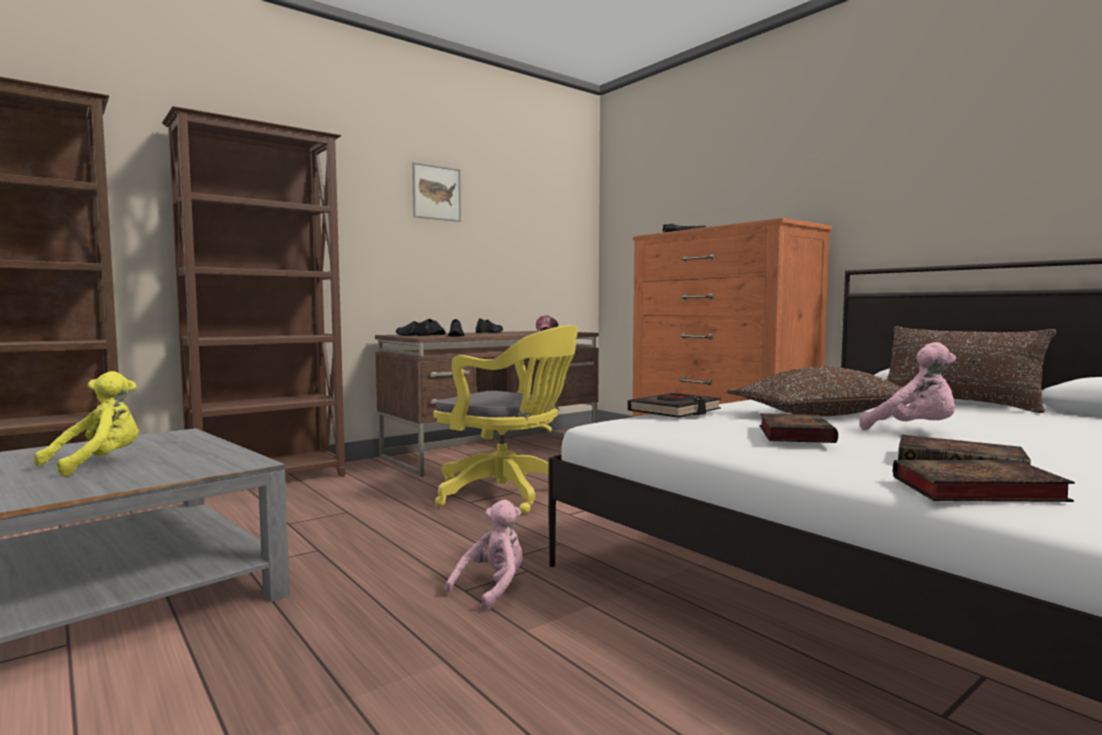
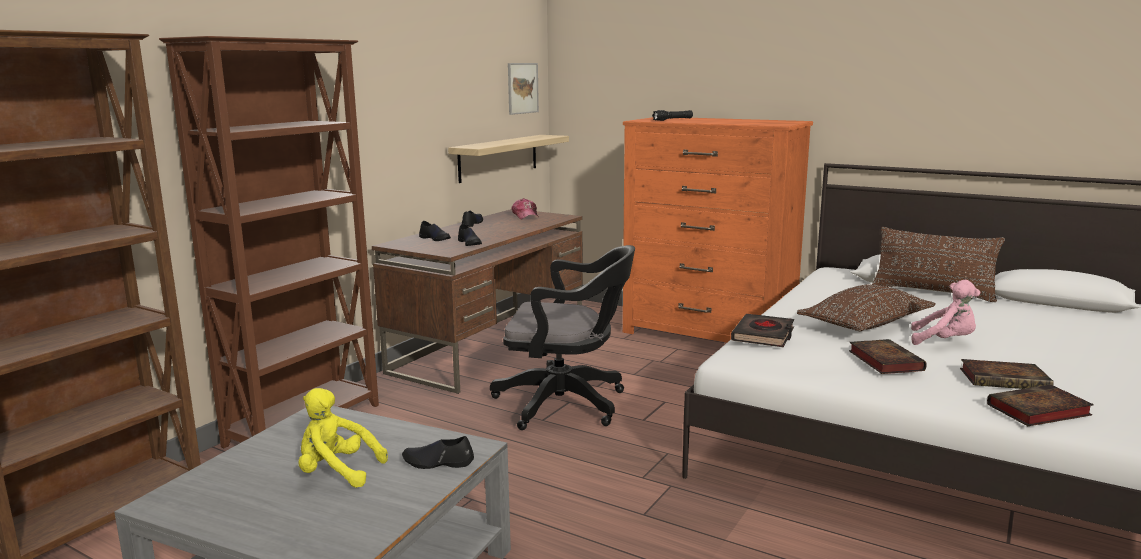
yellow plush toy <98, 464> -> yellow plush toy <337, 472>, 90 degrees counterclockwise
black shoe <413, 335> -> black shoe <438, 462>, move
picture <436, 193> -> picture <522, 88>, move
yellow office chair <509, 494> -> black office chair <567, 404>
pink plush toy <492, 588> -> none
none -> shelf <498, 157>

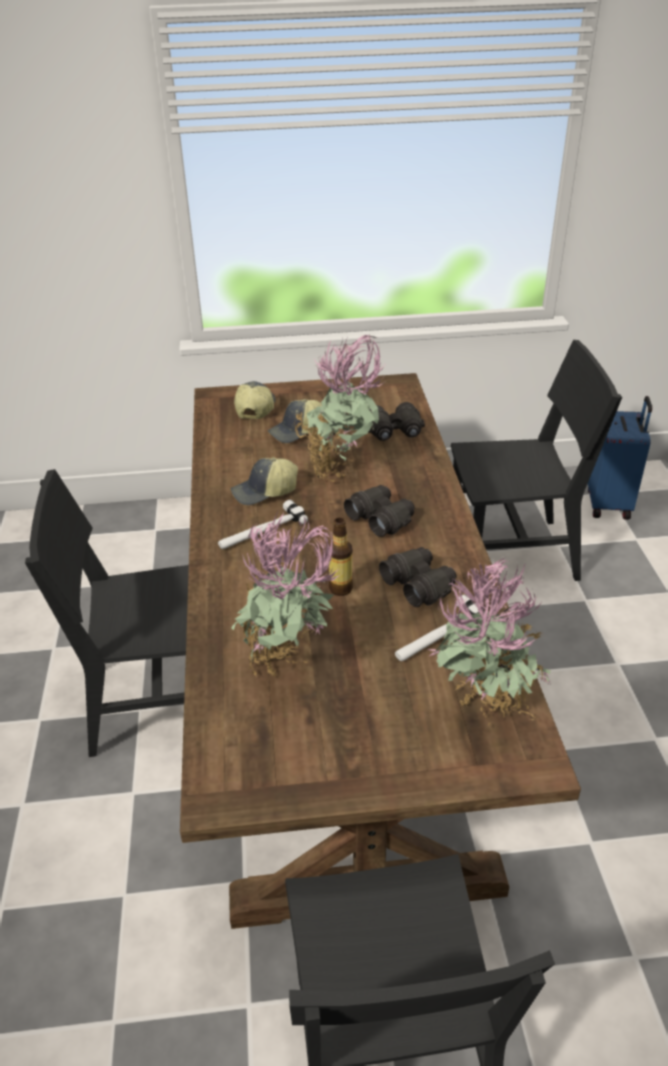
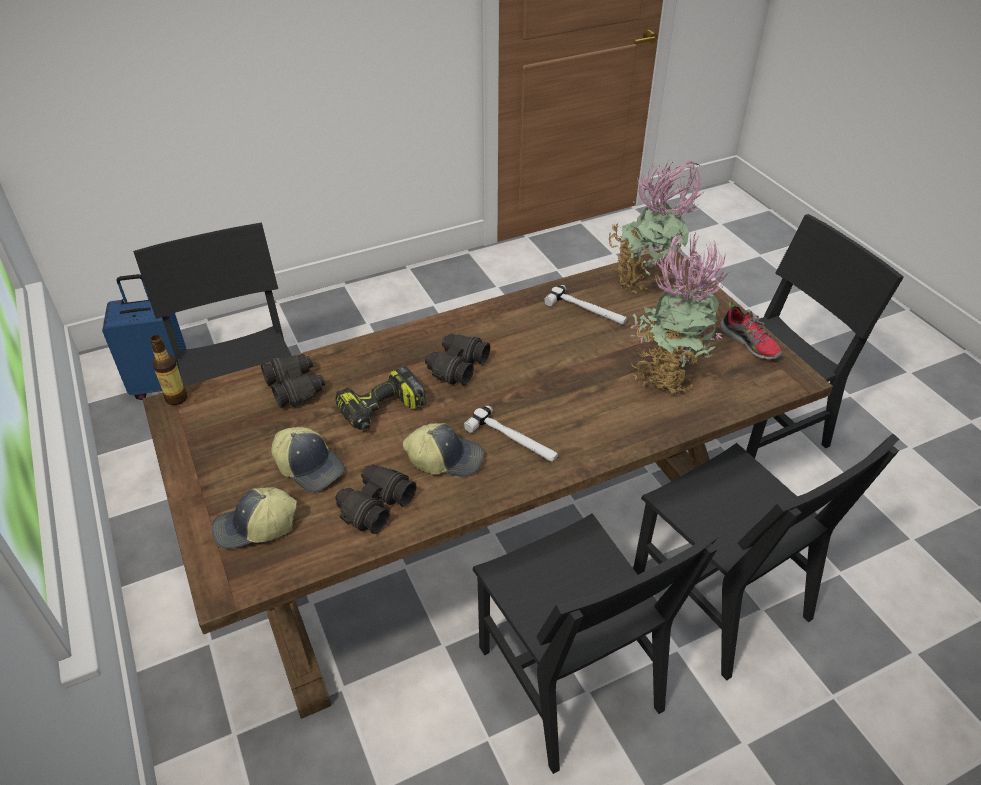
cap <265, 492> -> cap <445, 458>, 45 degrees counterclockwise
potted plant <341, 469> -> power drill <382, 411>
bottle <340, 588> -> bottle <176, 398>, move
black binoculars <418, 584> -> black binoculars <374, 505>, move
none -> black chair <720, 598>
none -> shoe <750, 343>

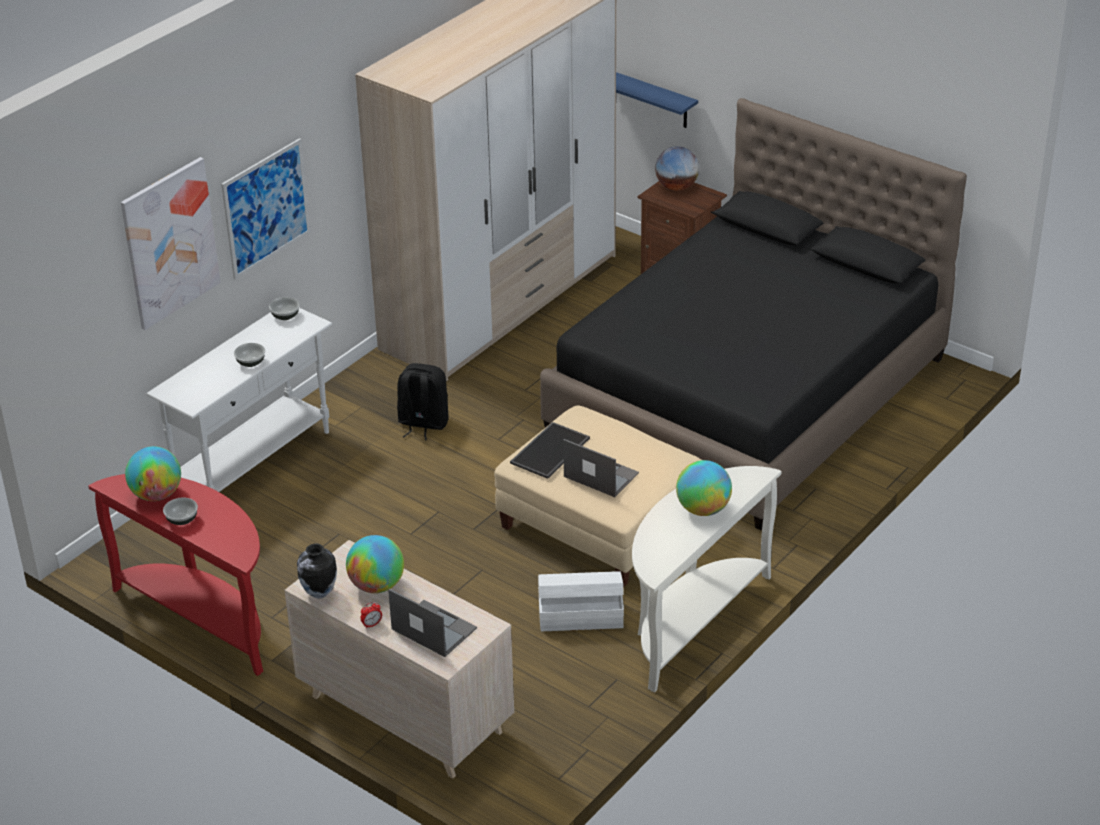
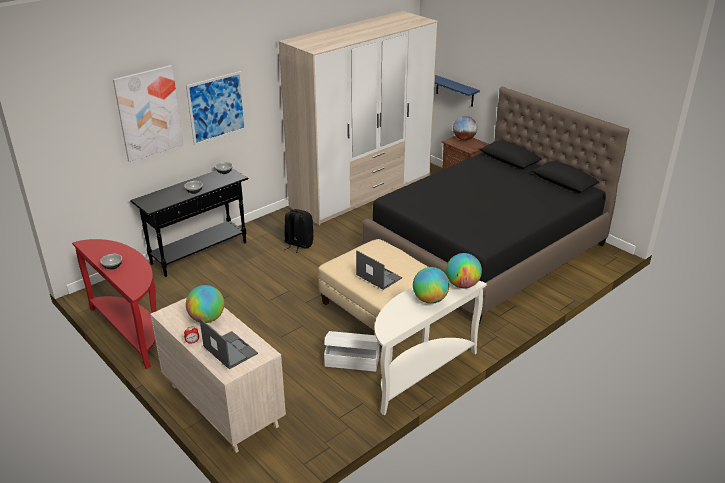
globe <156, 495> -> globe <462, 285>, move
white console table <254, 462> -> black console table <200, 253>
vase <319, 593> -> none
tray <550, 451> -> none

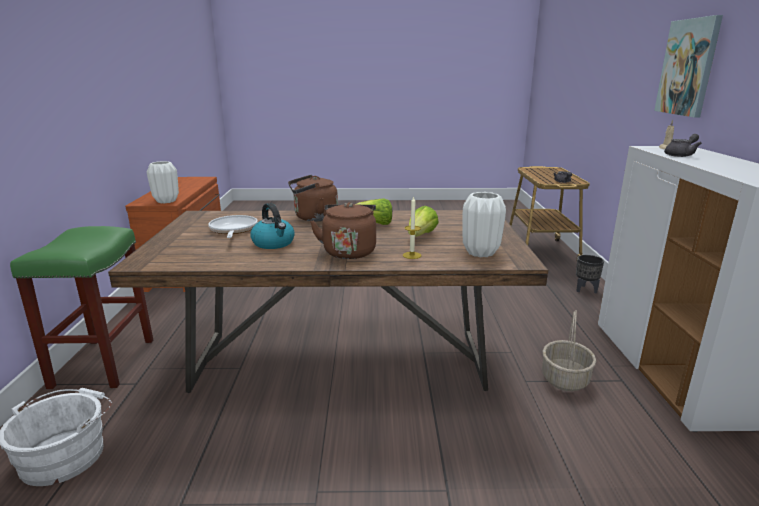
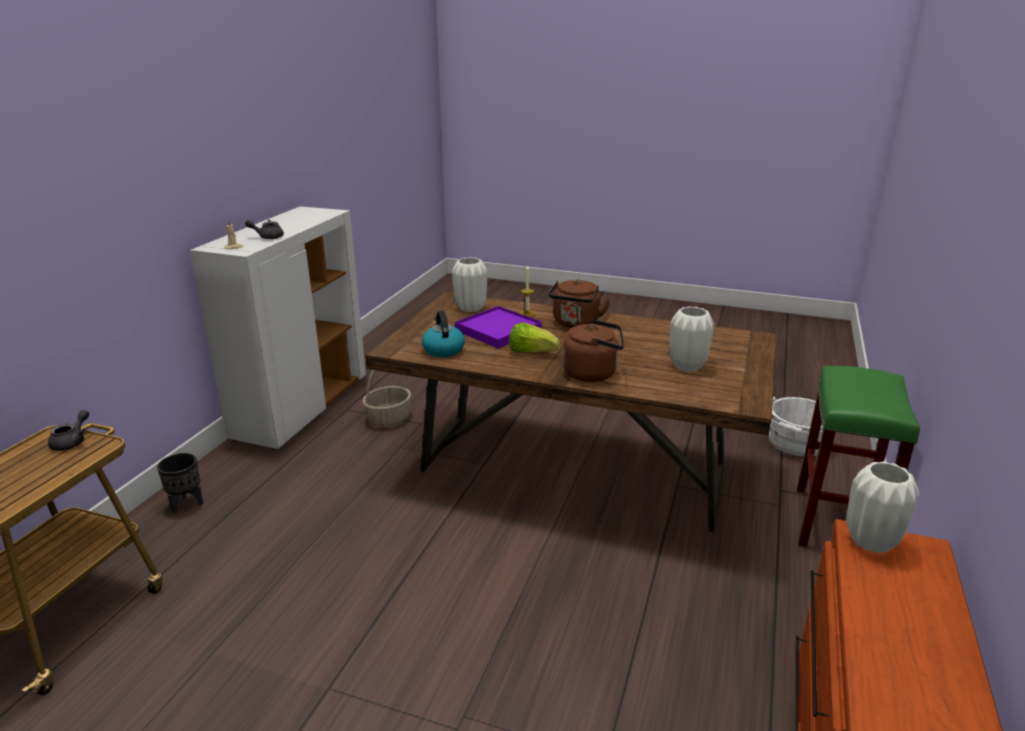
frying pan <233, 230> -> white vase <687, 366>
kettle <274, 243> -> kettle <443, 349>, move
lettuce <421, 236> -> purple tray <498, 330>
picture <688, 67> -> none

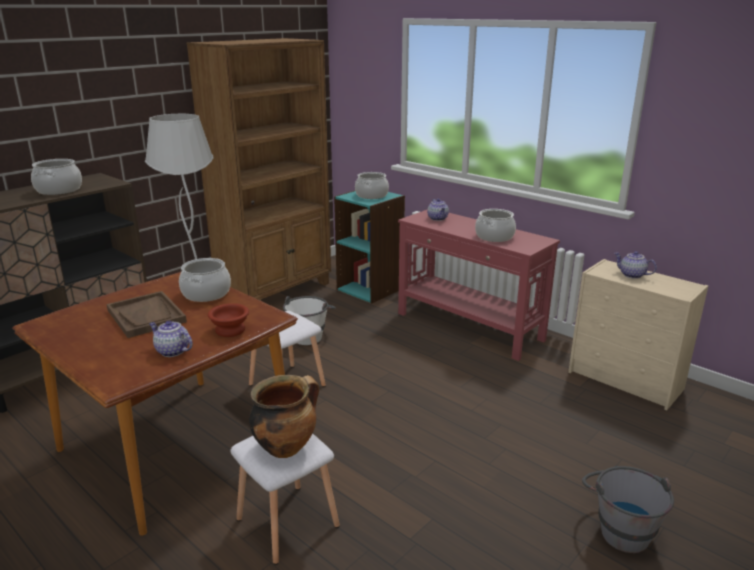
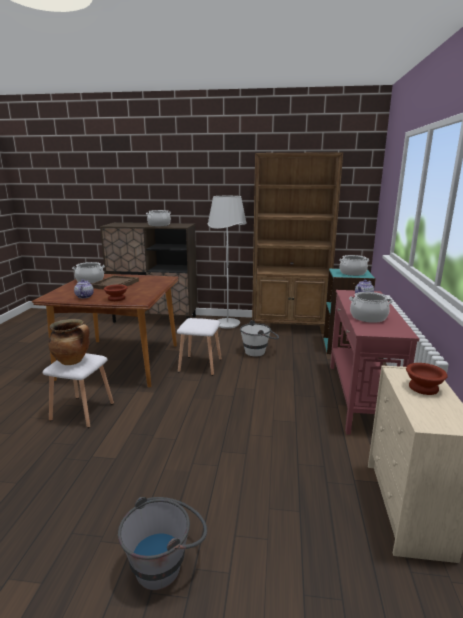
cooking pot <206, 293> -> cooking pot <90, 281>, move
teapot <631, 275> -> brown bowl <422, 388>

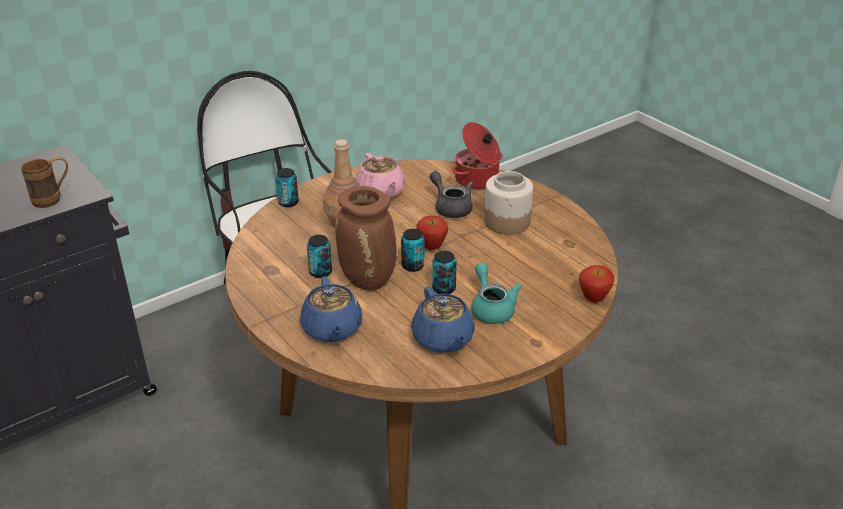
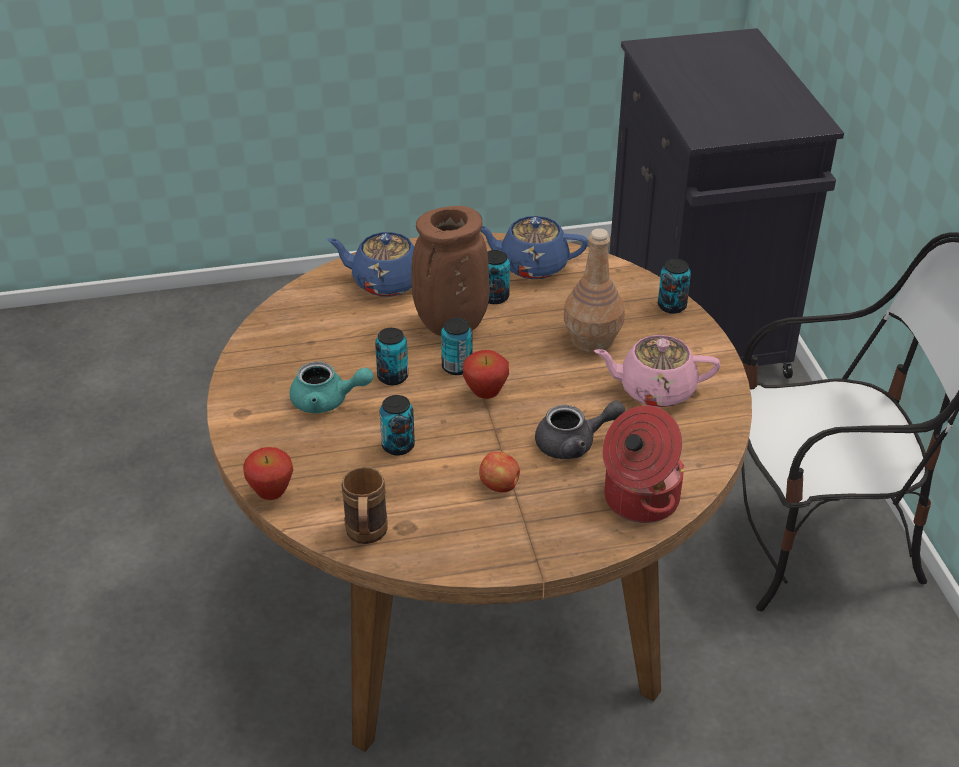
brown mug <53, 199> -> brown mug <366, 537>, move
blue teapot <443, 339> -> blue teapot <532, 265>, move
jar <507, 222> -> apple <500, 486>
none -> can <398, 446>

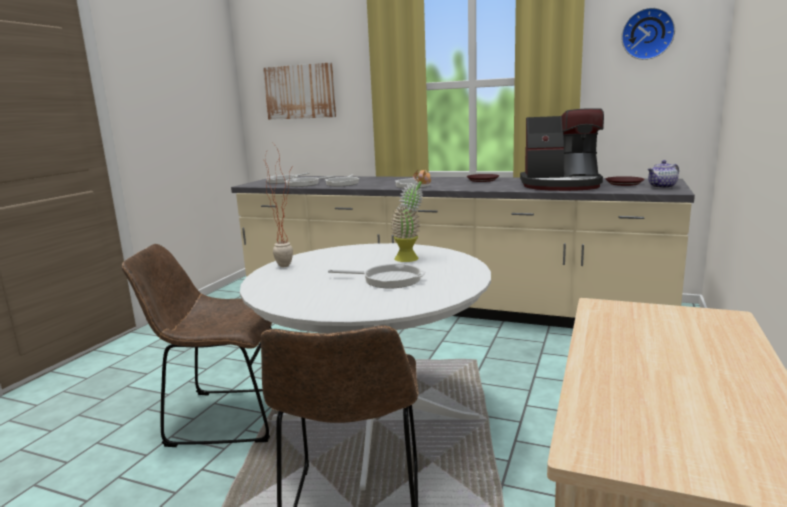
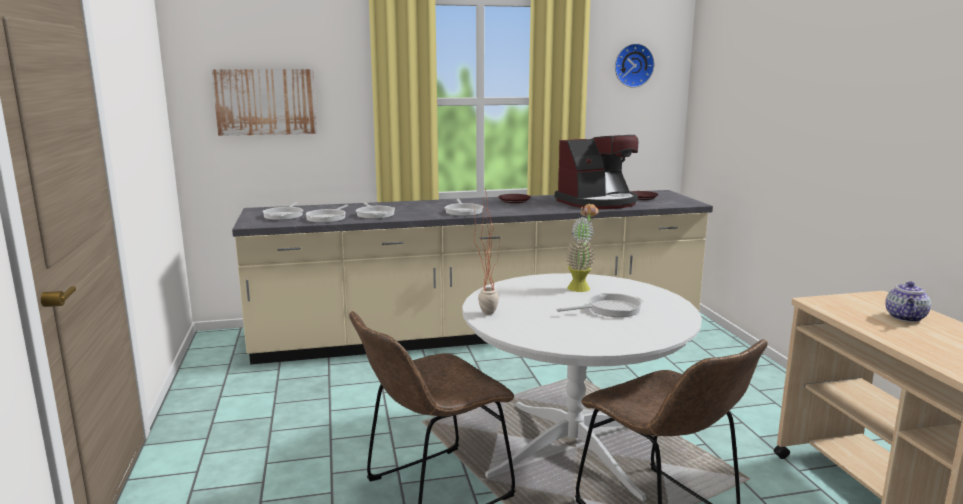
teapot <662, 187> -> teapot <906, 318>, move

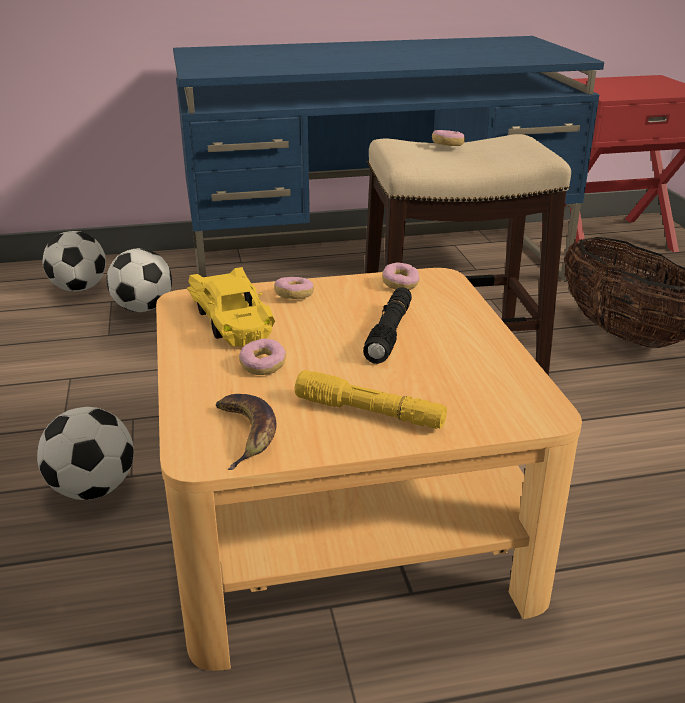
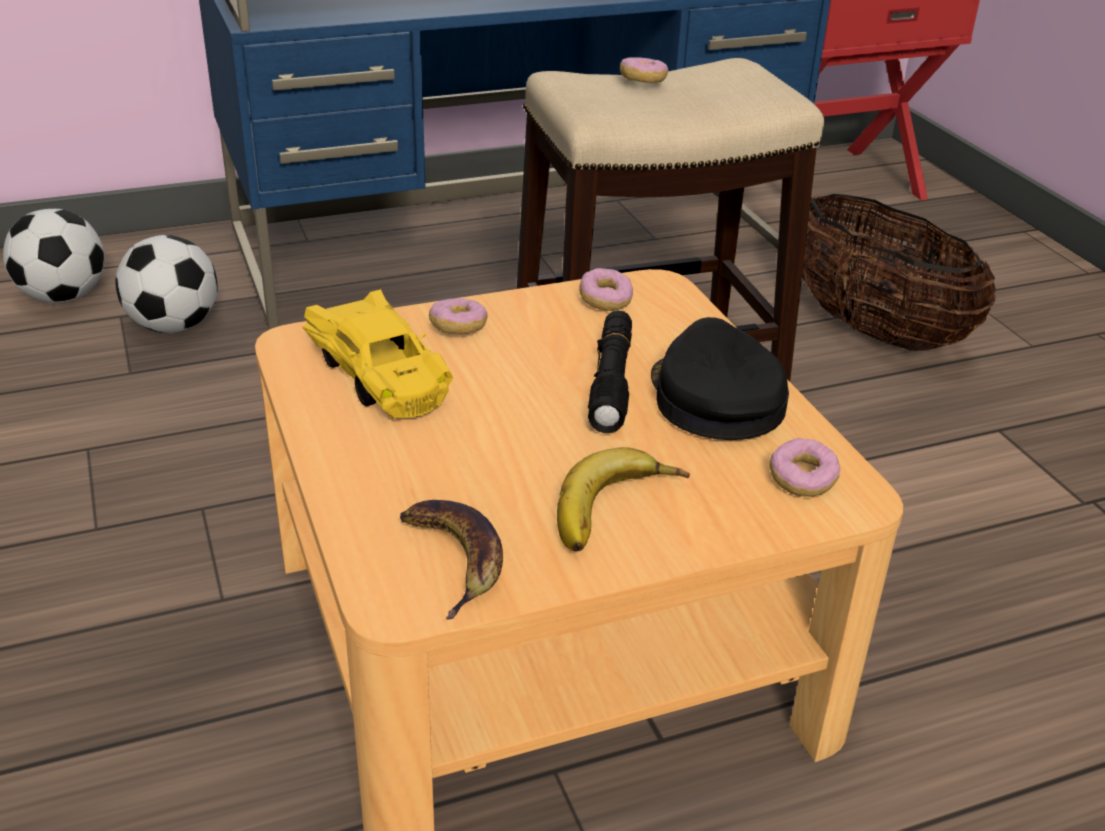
football <93, 489> -> none
donut <263, 366> -> donut <802, 480>, move
yellow flashlight <370, 413> -> banana <618, 512>
none -> black cap <714, 398>

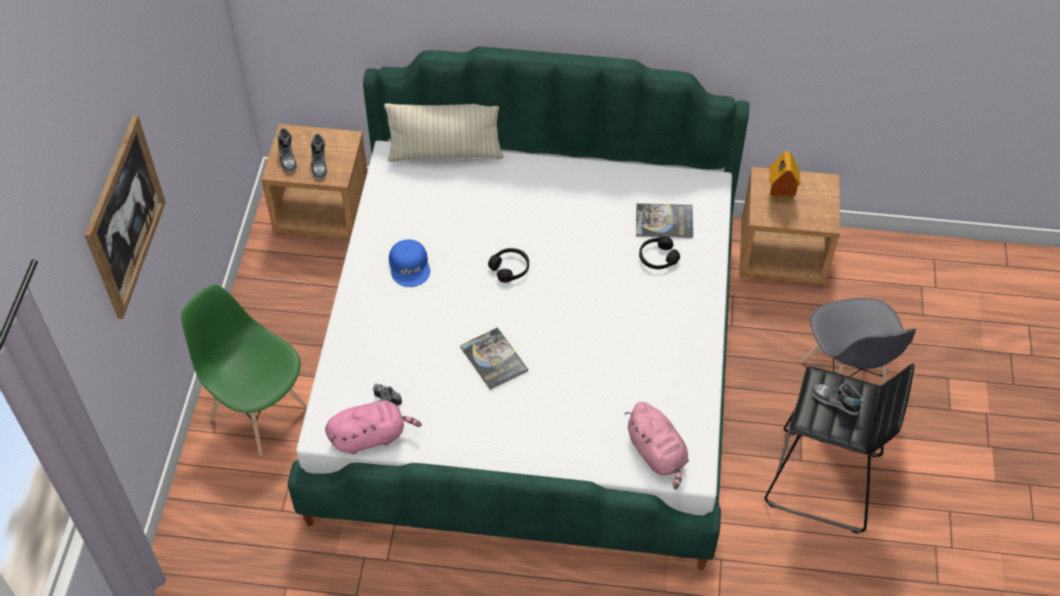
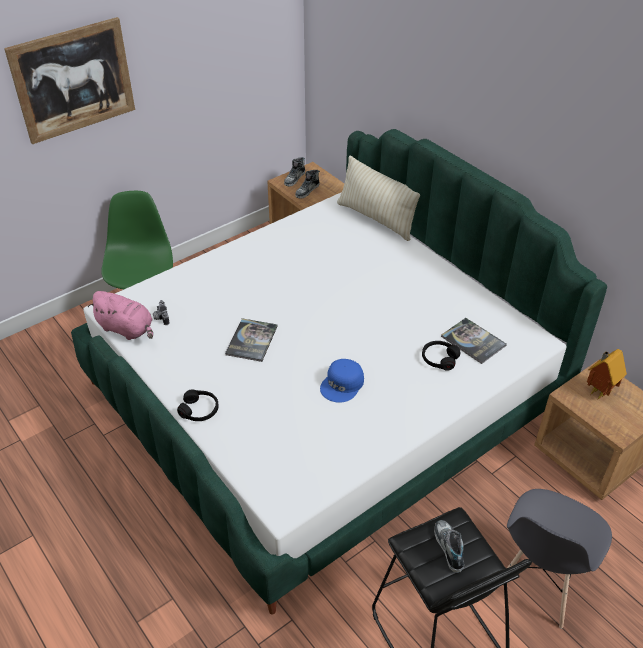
blue cap <410, 266> -> blue cap <343, 384>, move
black headphones <510, 268> -> black headphones <199, 410>, move
pink plush toy <657, 454> -> none

